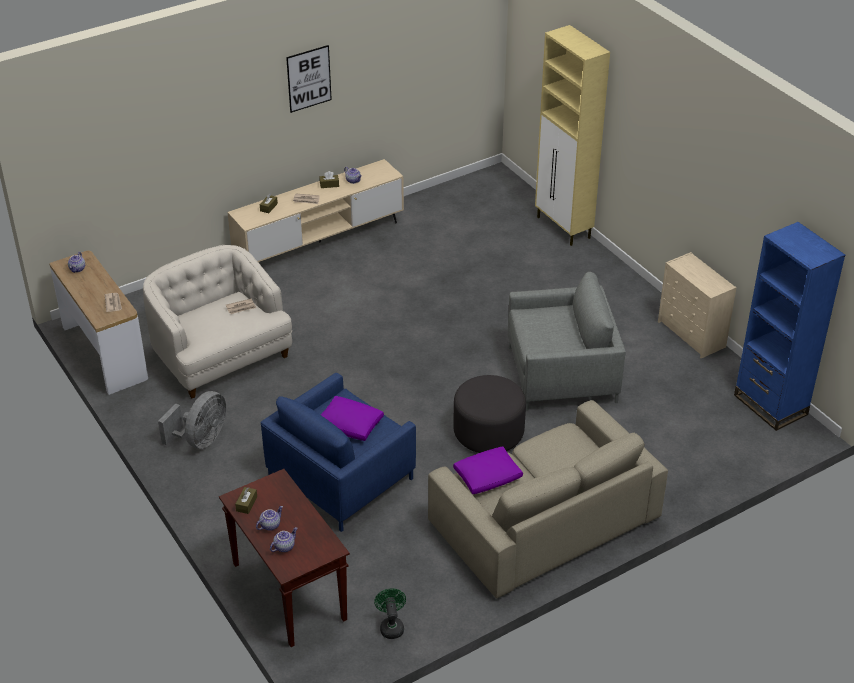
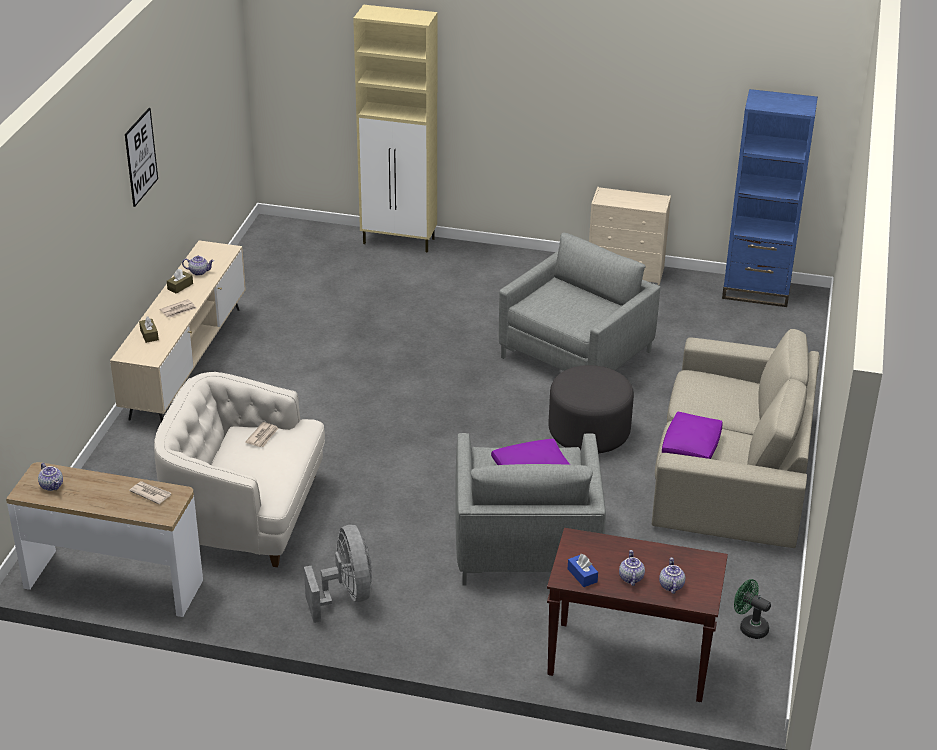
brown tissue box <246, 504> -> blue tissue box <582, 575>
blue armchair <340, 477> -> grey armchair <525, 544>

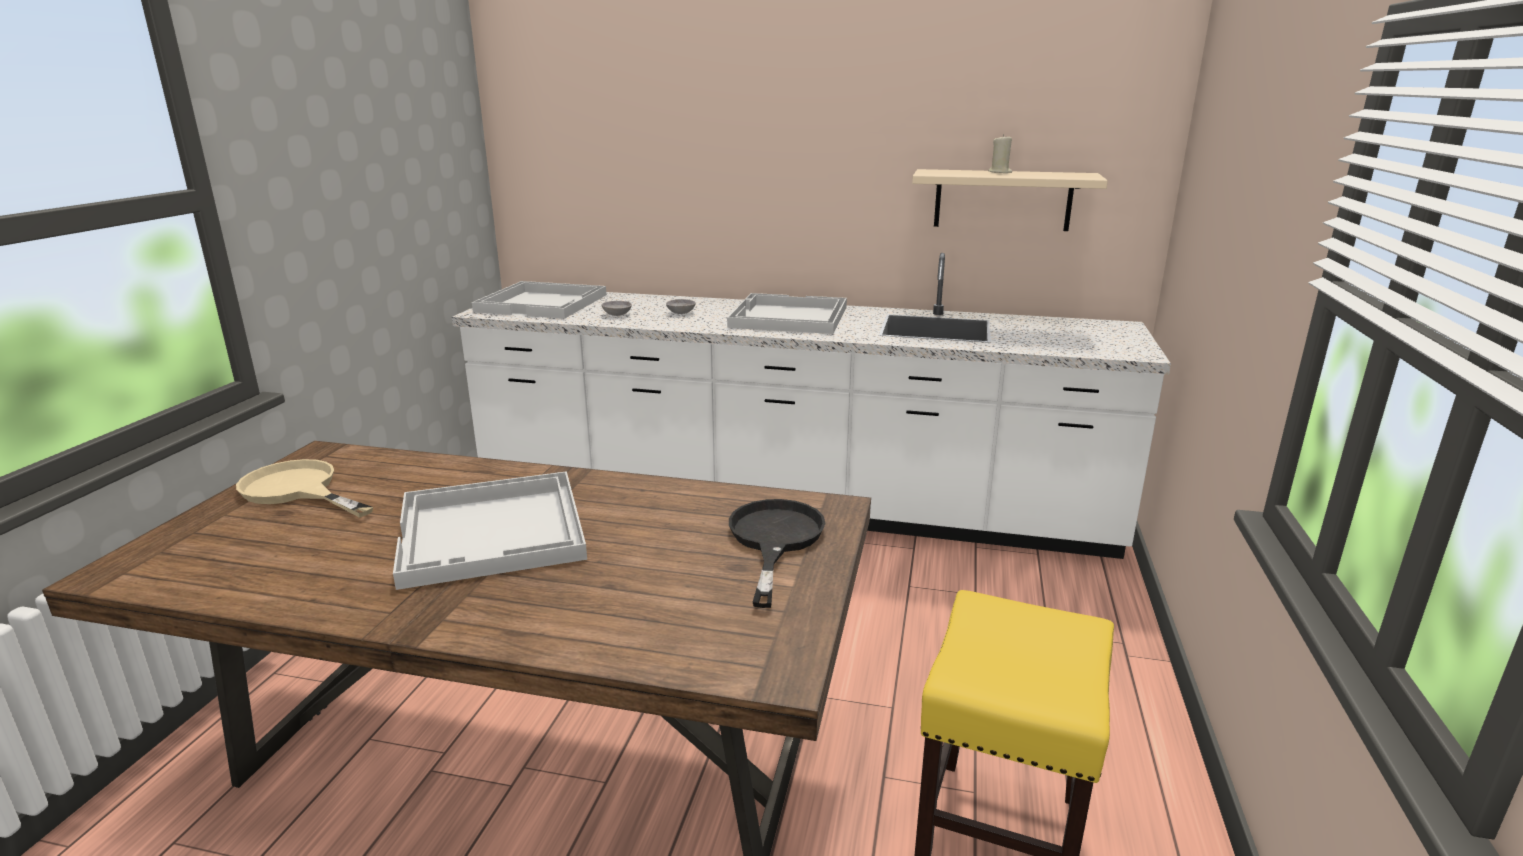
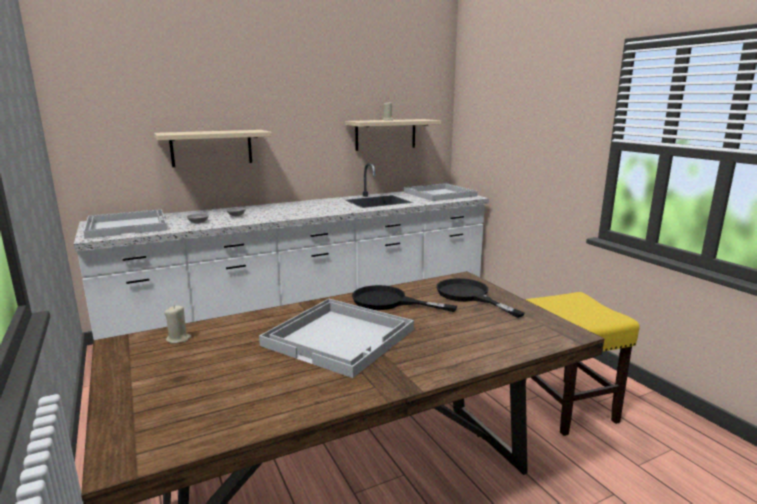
beige frying pan <298, 490> -> none
white tray <788, 317> -> white tray <439, 194>, move
none -> beige shelf <211, 148>
none -> beige candle <178, 339>
none -> black frying pan <389, 302>

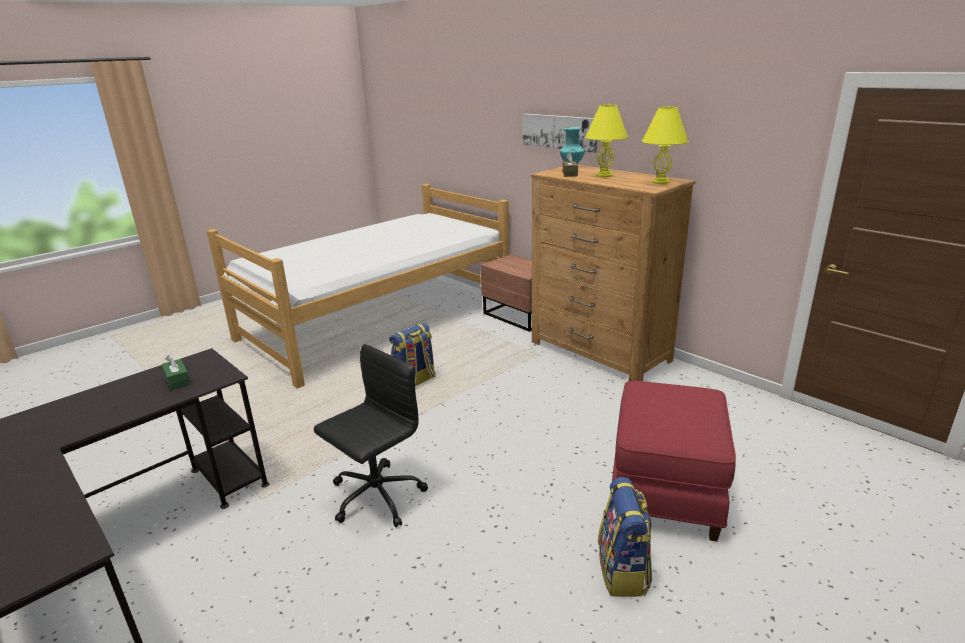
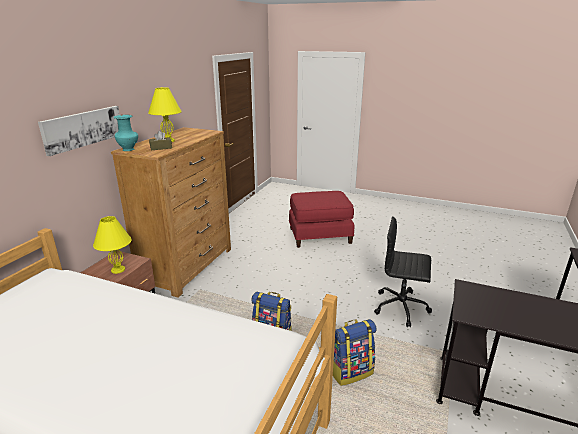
green tissue box <177, 380> -> none
backpack <623, 571> -> backpack <351, 371>, move
yellow table lamp <661, 182> -> yellow table lamp <118, 269>, move

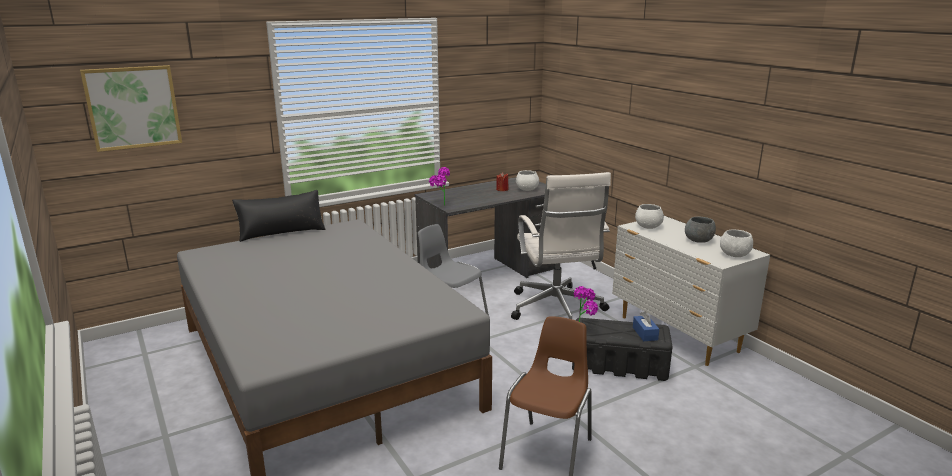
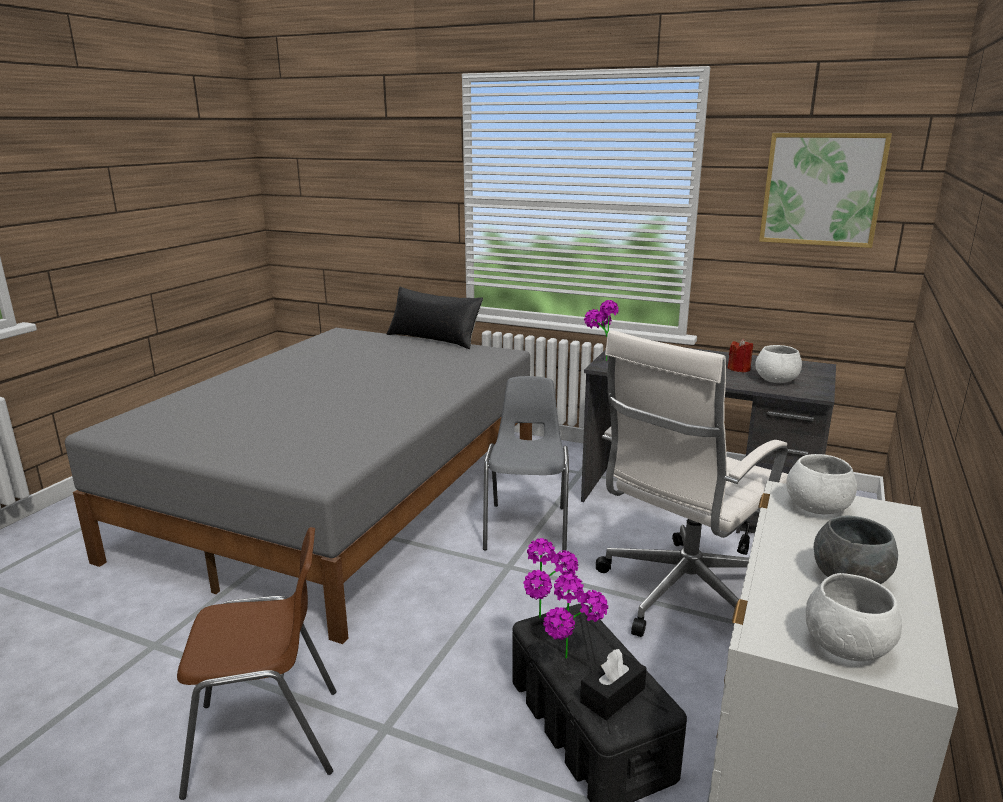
picture <133, 107> -> picture <822, 189>, move
blue tissue box <645, 333> -> black tissue box <612, 695>
none -> potted plant <572, 665>

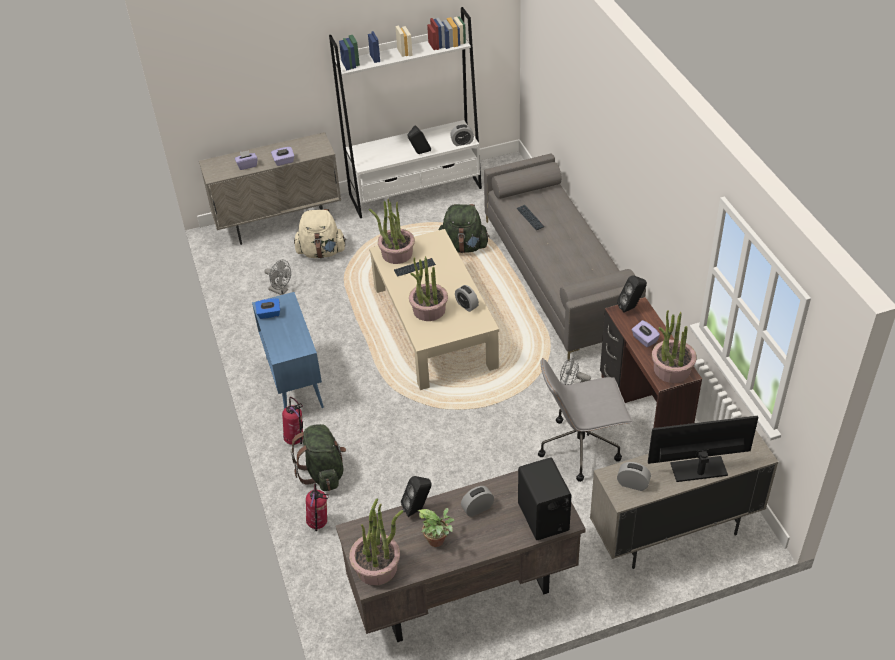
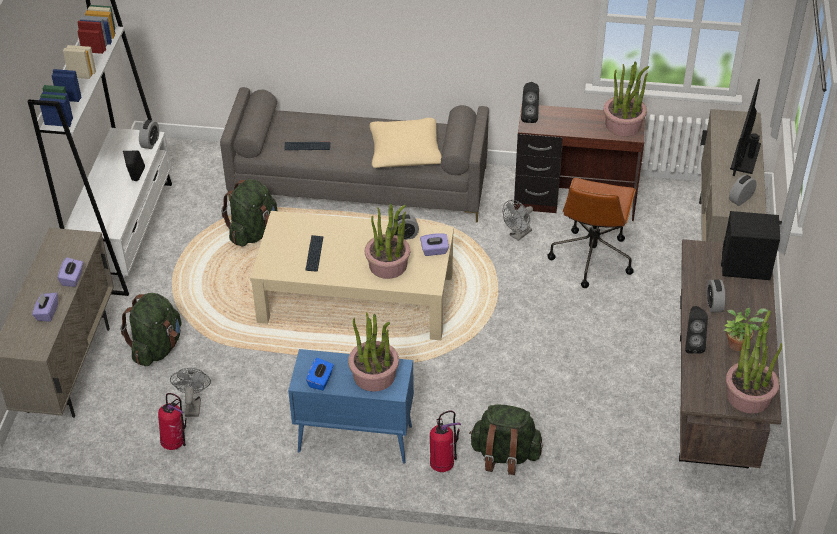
grey fan <281, 291> -> grey fan <193, 405>, 60 degrees counterclockwise
beige backpack <321, 252> -> green backpack <157, 347>
fire extinguisher <319, 524> -> fire extinguisher <175, 443>, move
potted plant <396, 254> -> potted plant <374, 376>, move
grey office chair <581, 447> -> brown office chair <591, 257>
purple tissue box <644, 339> -> purple tissue box <434, 251>, move
none -> beige pillow <405, 152>

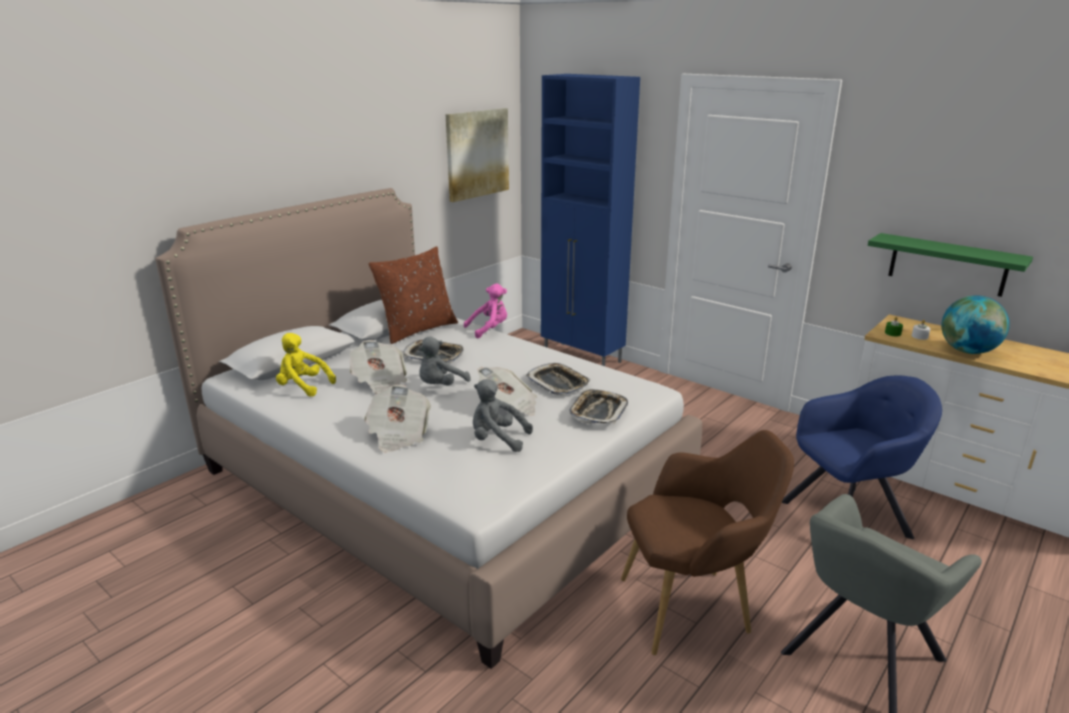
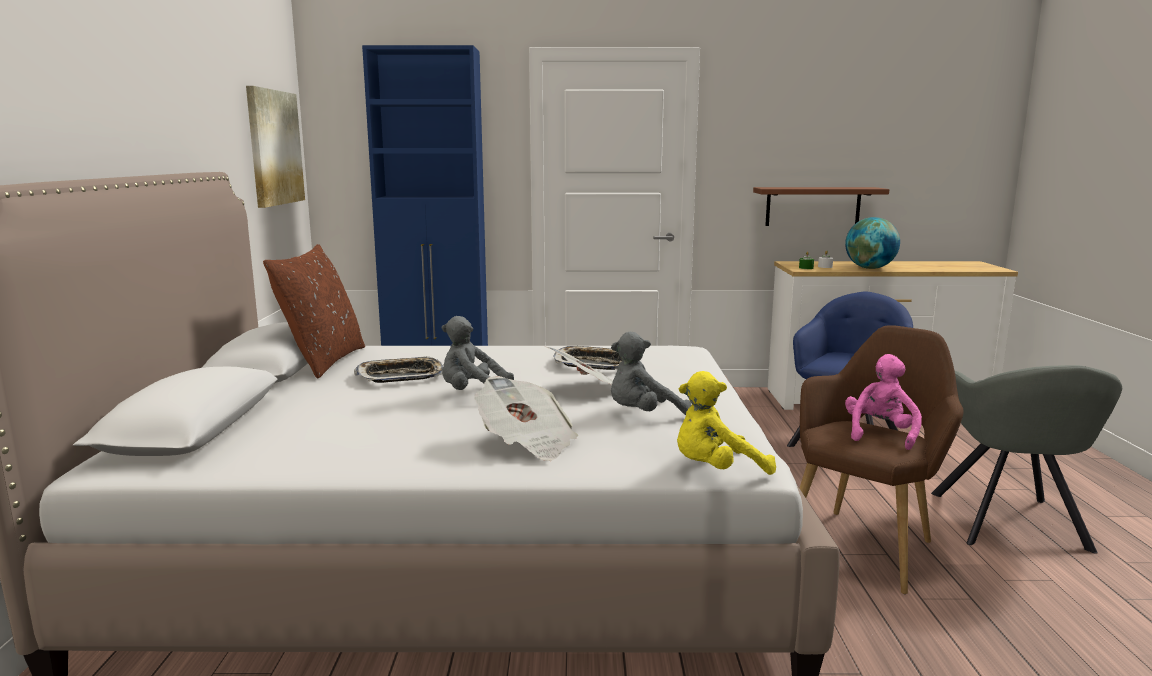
yellow plush toy <303, 387> -> yellow plush toy <716, 470>, move
newspaper <379, 381> -> none
grey plush toy <440, 386> -> grey plush toy <474, 395>, 90 degrees clockwise
pink plush toy <489, 329> -> pink plush toy <880, 434>, move
tray <598, 411> -> none
green shelf <947, 264> -> brown shelf <813, 206>

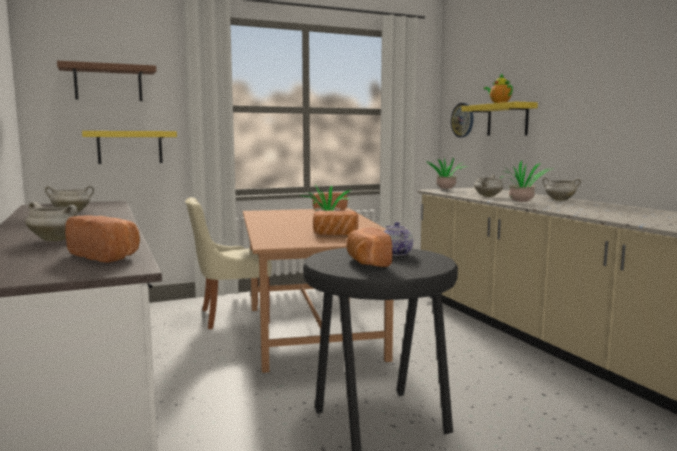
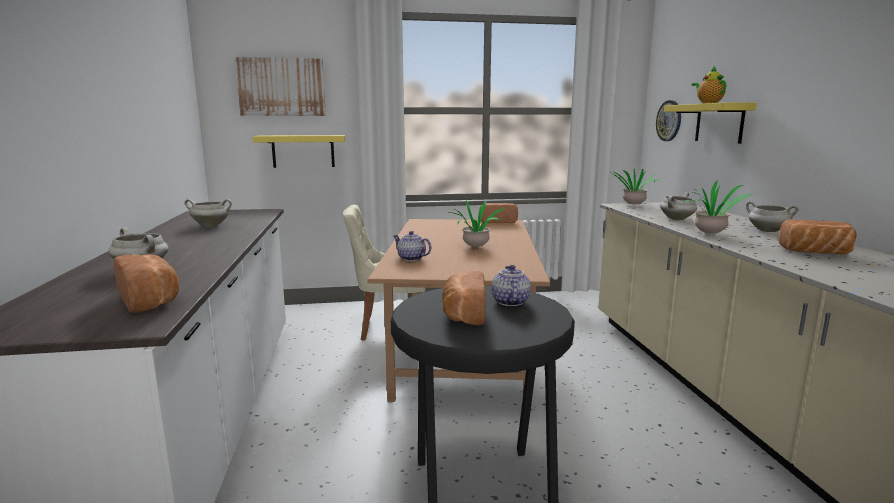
brown shelf <108, 83> -> picture <282, 87>
bread <335, 235> -> bread <816, 253>, move
none -> teapot <411, 258>

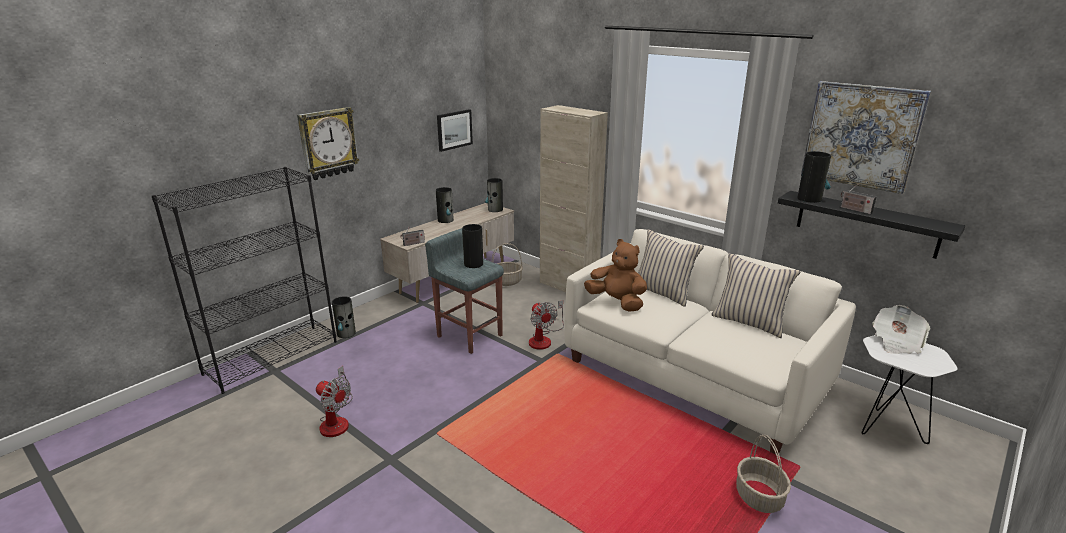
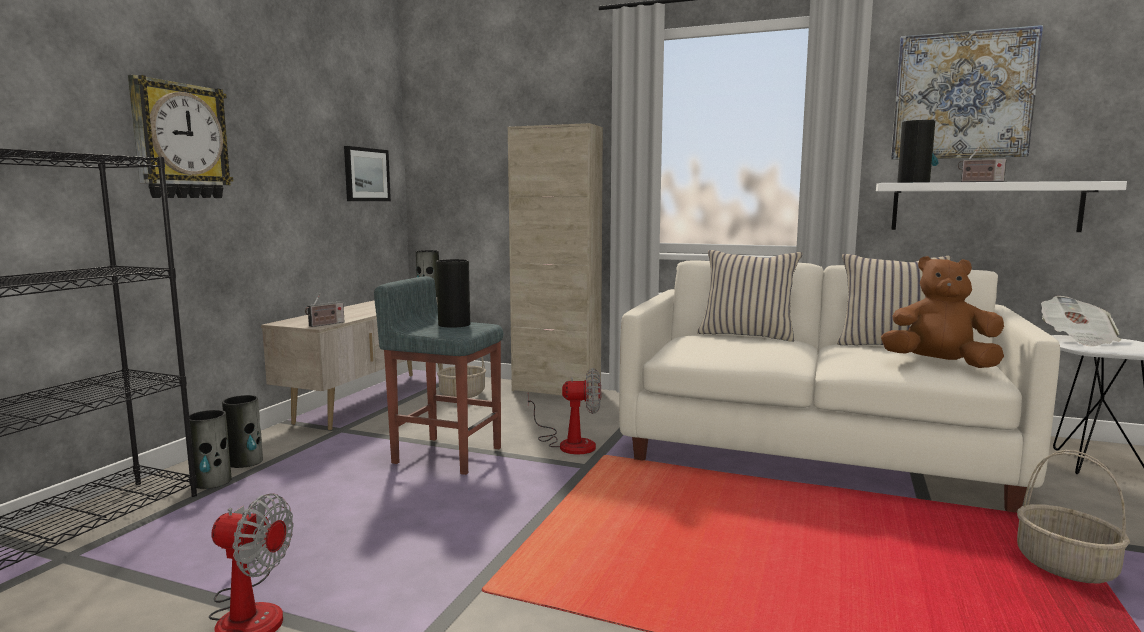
vase <446, 220> -> vase <246, 461>, move
fan <543, 339> -> fan <569, 443>, 45 degrees counterclockwise
brown plush toy <617, 302> -> brown plush toy <939, 364>, move
black shelf <866, 224> -> white shelf <984, 207>

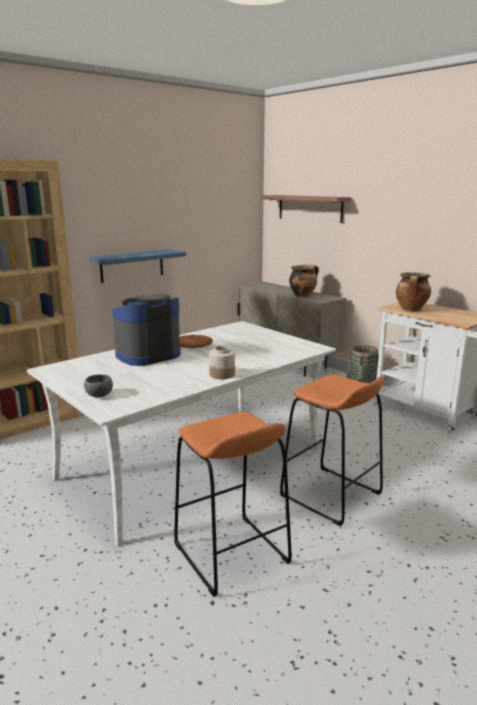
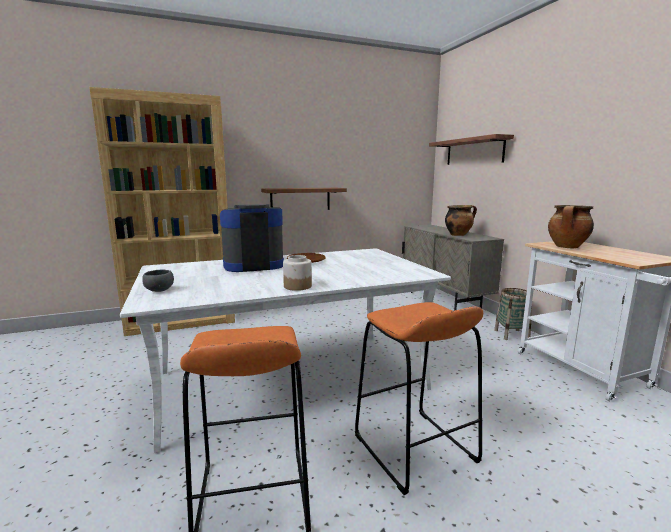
blue shelf <132, 265> -> brown shelf <300, 199>

